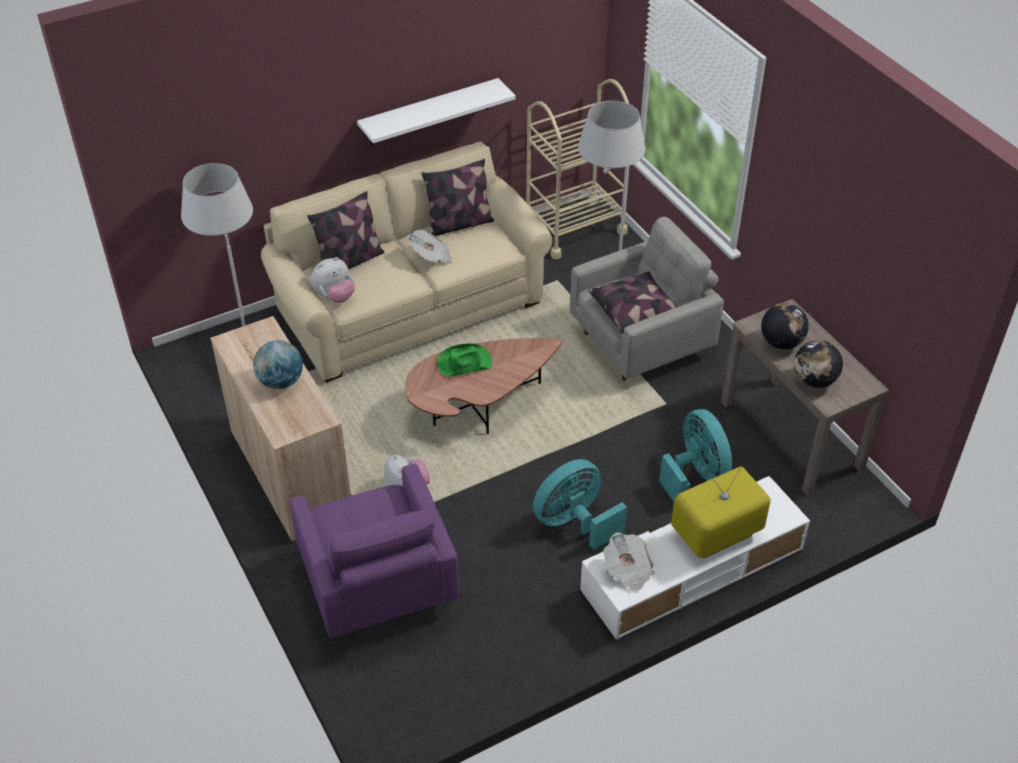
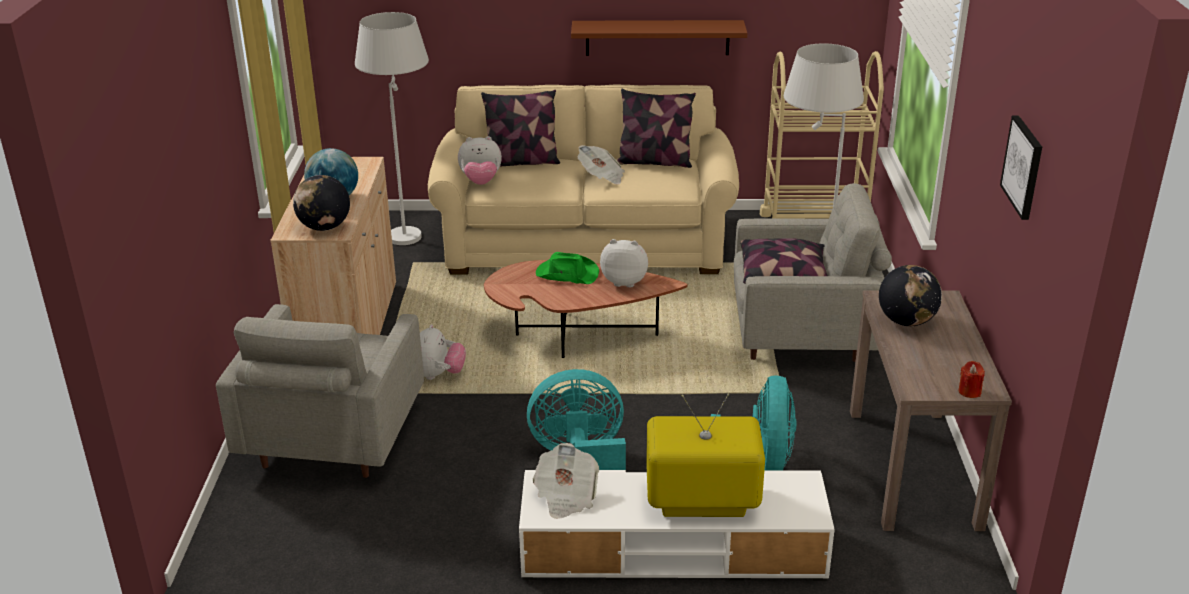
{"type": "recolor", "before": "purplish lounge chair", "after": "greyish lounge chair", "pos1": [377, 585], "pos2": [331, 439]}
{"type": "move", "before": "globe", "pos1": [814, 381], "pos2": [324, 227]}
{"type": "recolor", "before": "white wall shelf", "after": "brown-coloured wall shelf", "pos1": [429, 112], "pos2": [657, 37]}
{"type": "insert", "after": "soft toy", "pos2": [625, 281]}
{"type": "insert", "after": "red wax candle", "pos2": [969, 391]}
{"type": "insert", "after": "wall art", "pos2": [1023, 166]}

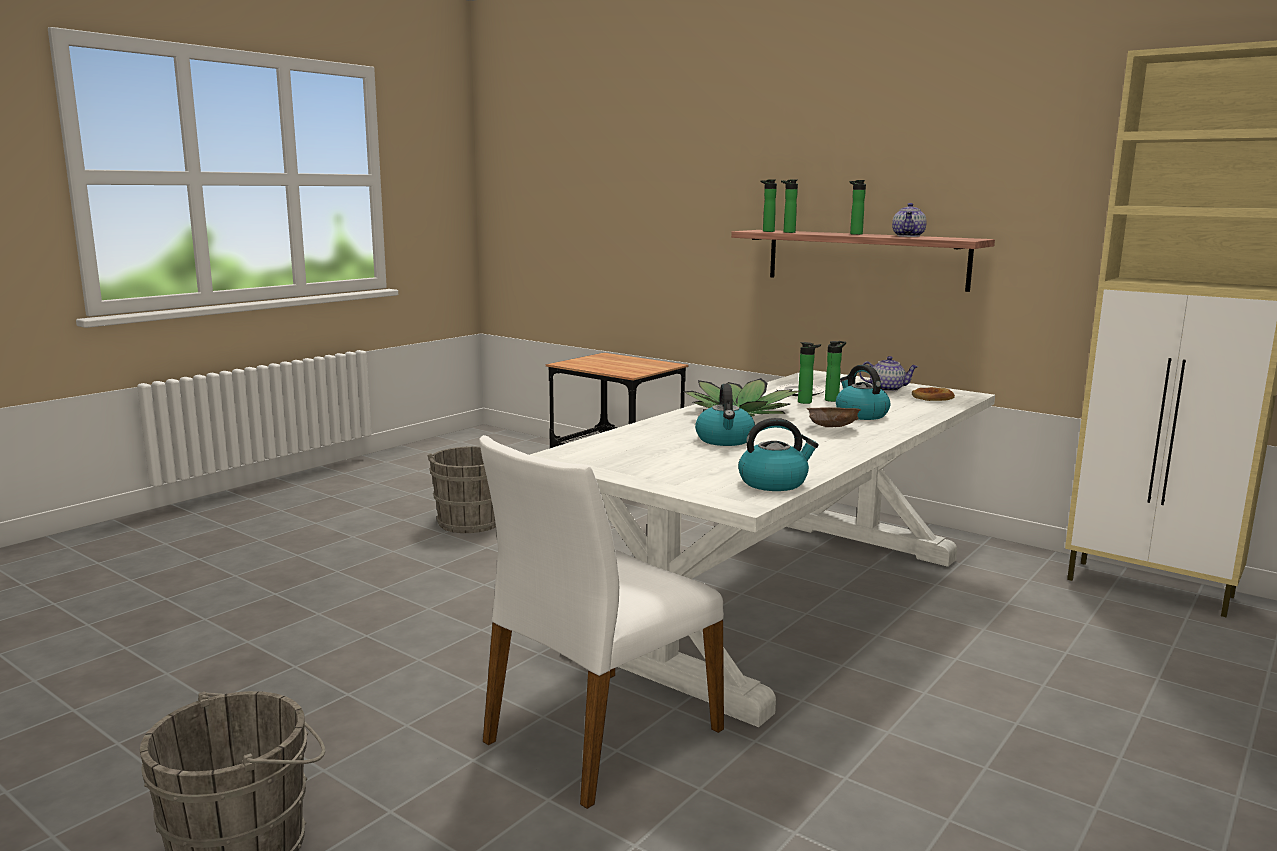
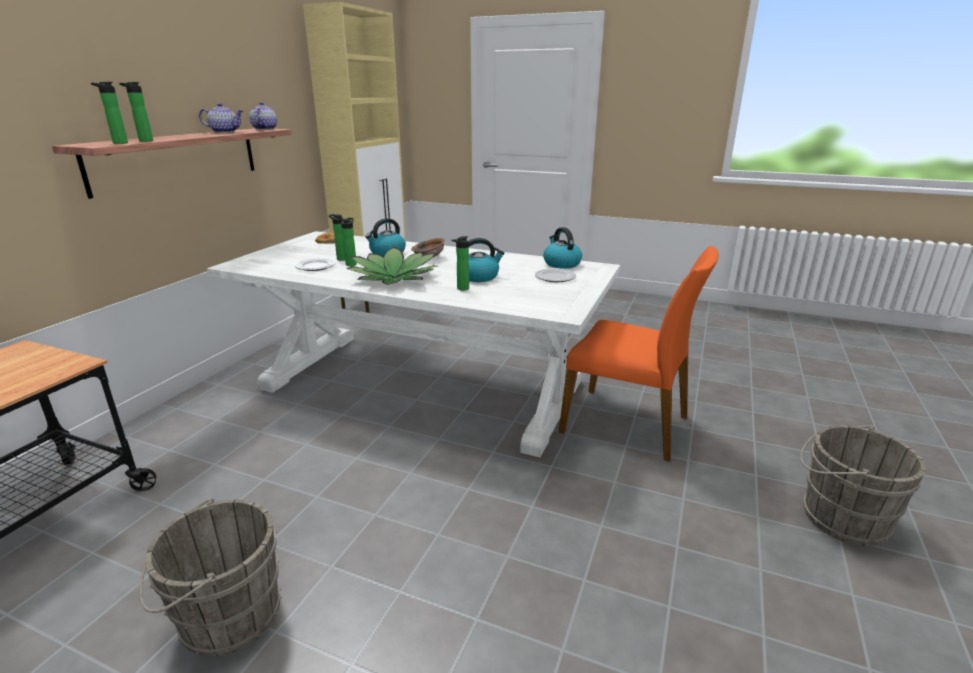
{"type": "move", "before": "teapot", "pos1": [887, 389], "pos2": [264, 129]}
{"type": "move", "before": "drink bottle", "pos1": [854, 234], "pos2": [461, 289]}
{"type": "insert", "after": "plate", "pos2": [554, 278]}
{"type": "recolor", "before": "white upright chair", "after": "orange-coloured upright chair", "pos1": [599, 735], "pos2": [626, 423]}

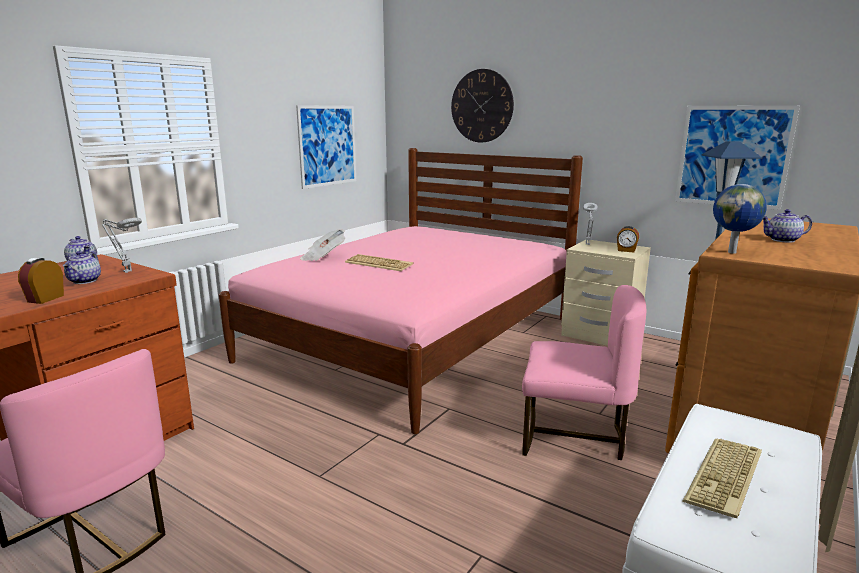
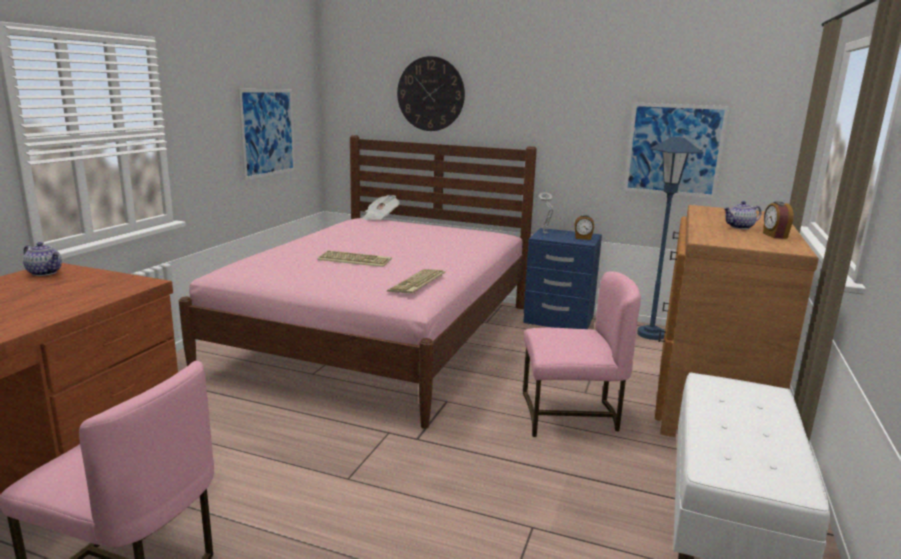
{"type": "move", "before": "newspaper", "pos1": [323, 257], "pos2": [380, 218]}
{"type": "move", "before": "computer keyboard", "pos1": [726, 478], "pos2": [418, 283]}
{"type": "recolor", "before": "beige-coloured night table", "after": "blue-coloured night table", "pos1": [600, 335], "pos2": [558, 320]}
{"type": "move", "before": "bedside clock", "pos1": [45, 299], "pos2": [774, 235]}
{"type": "delete", "before": "teapot", "pos1": [85, 281]}
{"type": "delete", "before": "greyish table lamp", "pos1": [126, 271]}
{"type": "delete", "before": "globe", "pos1": [732, 252]}

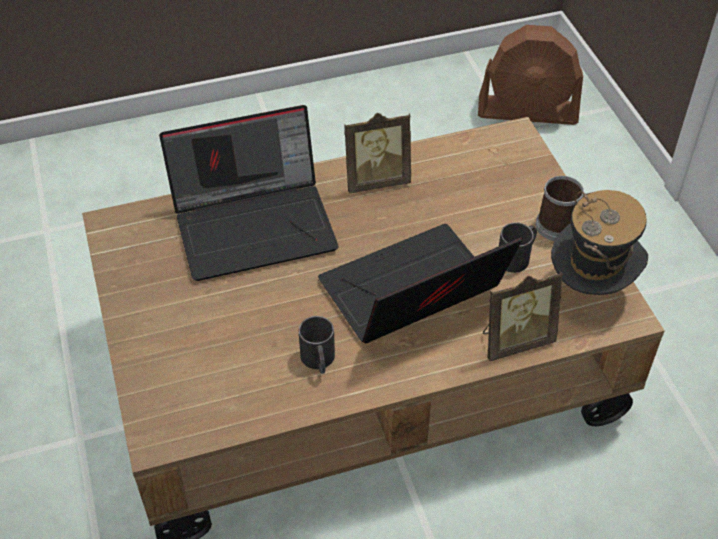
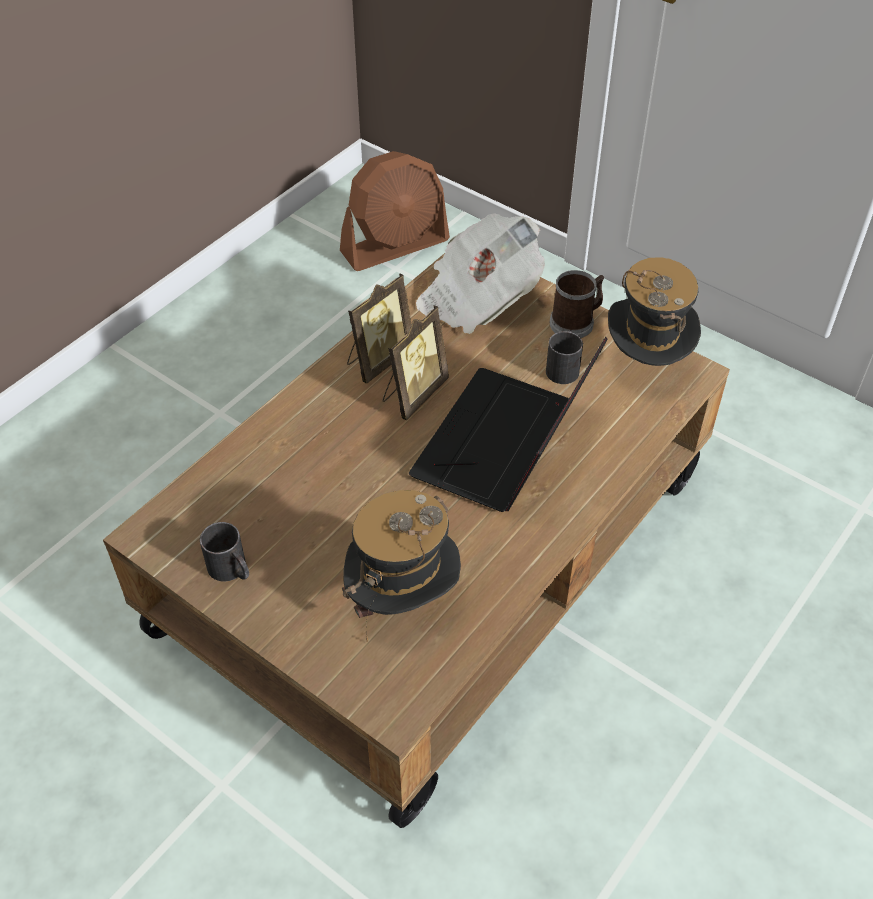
{"type": "move", "before": "blackish mug", "pos1": [319, 361], "pos2": [232, 570]}
{"type": "insert", "after": "wearable hat", "pos2": [403, 601]}
{"type": "move", "before": "standing frame", "pos1": [514, 340], "pos2": [413, 394]}
{"type": "insert", "after": "newspaper", "pos2": [477, 298]}
{"type": "delete", "before": "laptop", "pos1": [256, 224]}

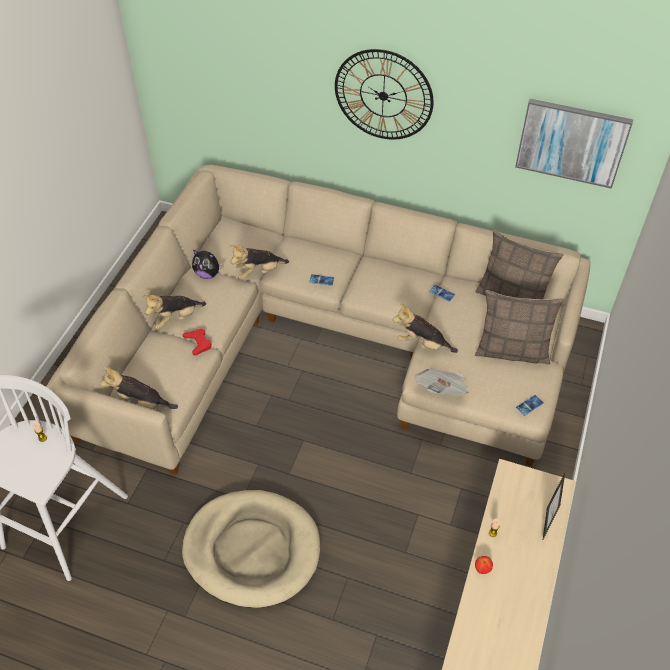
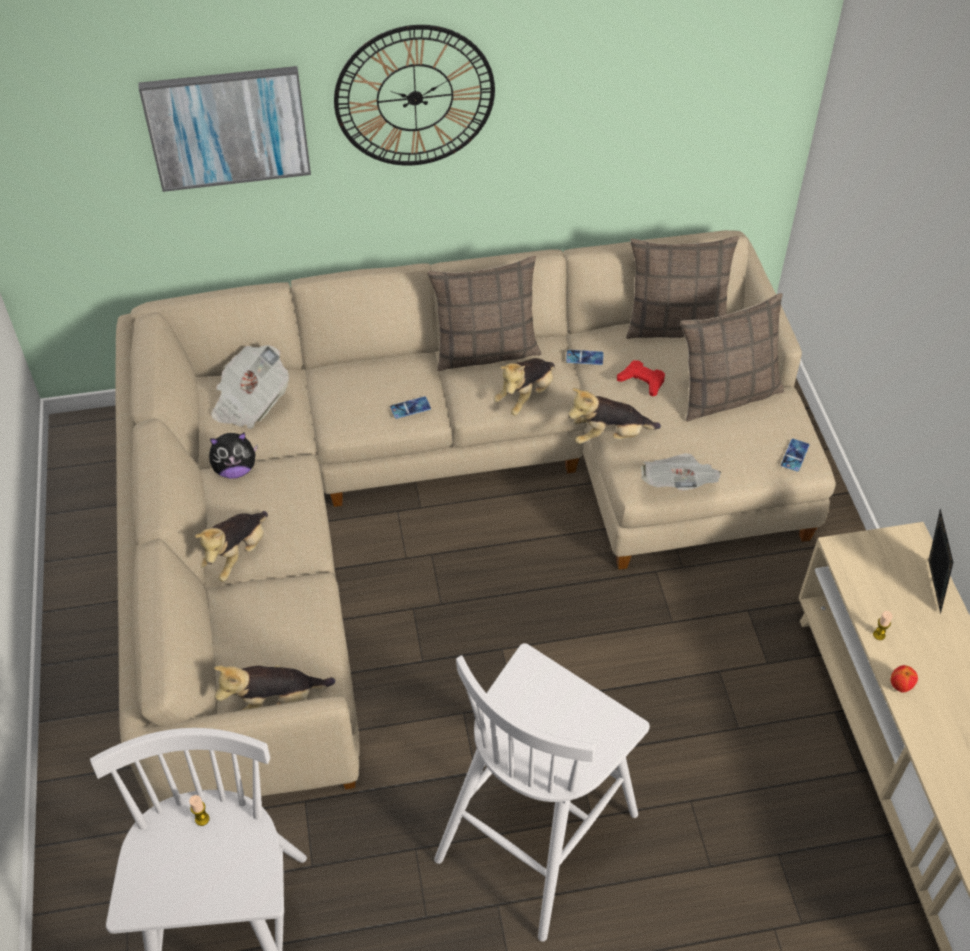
{"type": "move", "before": "wall art", "pos1": [572, 142], "pos2": [227, 127]}
{"type": "insert", "after": "newspaper", "pos2": [250, 402]}
{"type": "insert", "after": "throw pillow", "pos2": [486, 351]}
{"type": "replace", "before": "beige-coloured pet bed", "after": "white sitting stool", "pos1": [252, 550], "pos2": [539, 833]}
{"type": "move", "before": "soft toy", "pos1": [259, 272], "pos2": [526, 396]}
{"type": "move", "before": "red game controller", "pos1": [198, 343], "pos2": [642, 381]}

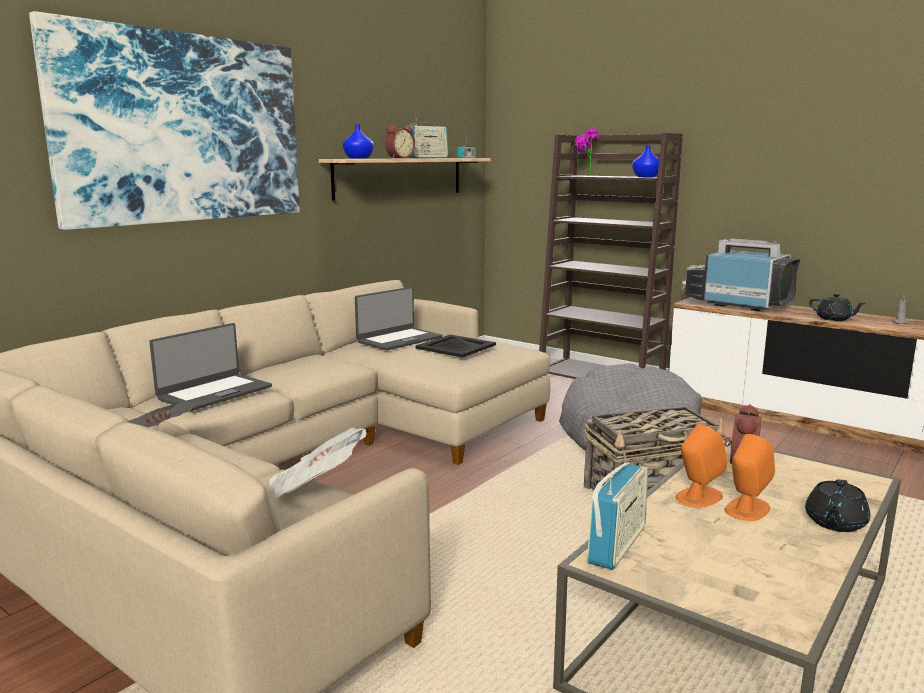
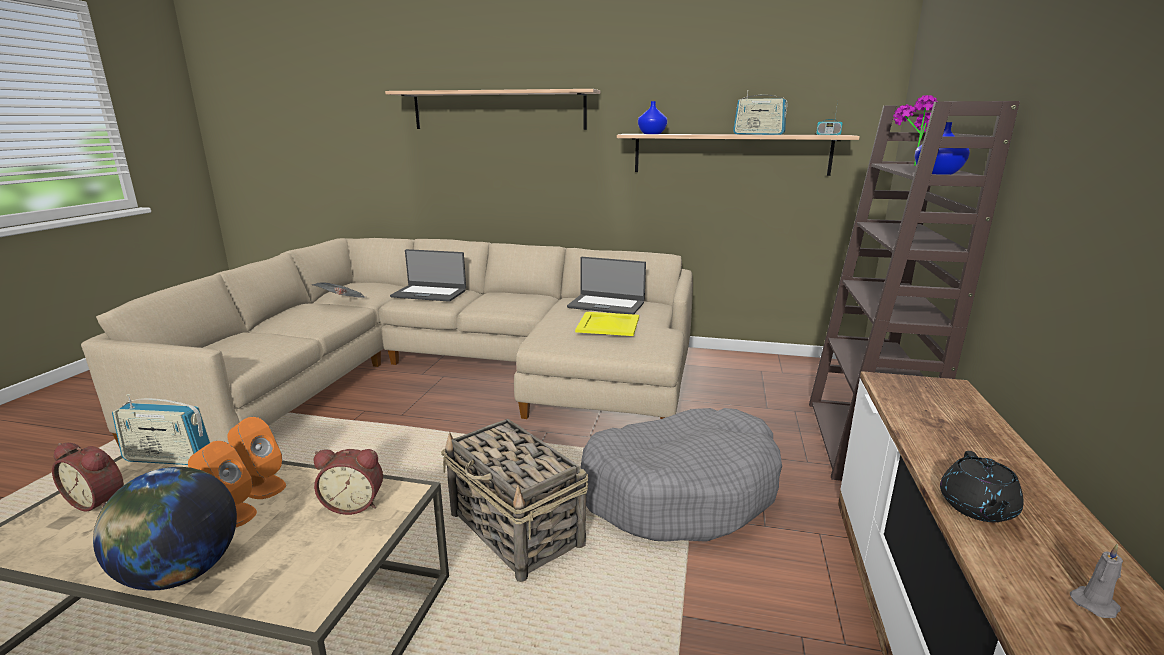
{"type": "move", "before": "bedside clock", "pos1": [399, 158], "pos2": [100, 500]}
{"type": "replace", "before": "blackish teapot", "after": "globe", "pos1": [834, 523], "pos2": [181, 573]}
{"type": "replace", "before": "wall art", "after": "wall shelf", "pos1": [183, 129], "pos2": [498, 110]}
{"type": "recolor", "before": "blackish serving tray", "after": "yellowish serving tray", "pos1": [455, 346], "pos2": [607, 324]}
{"type": "delete", "before": "newspaper", "pos1": [316, 486]}
{"type": "delete", "before": "TV", "pos1": [737, 304]}

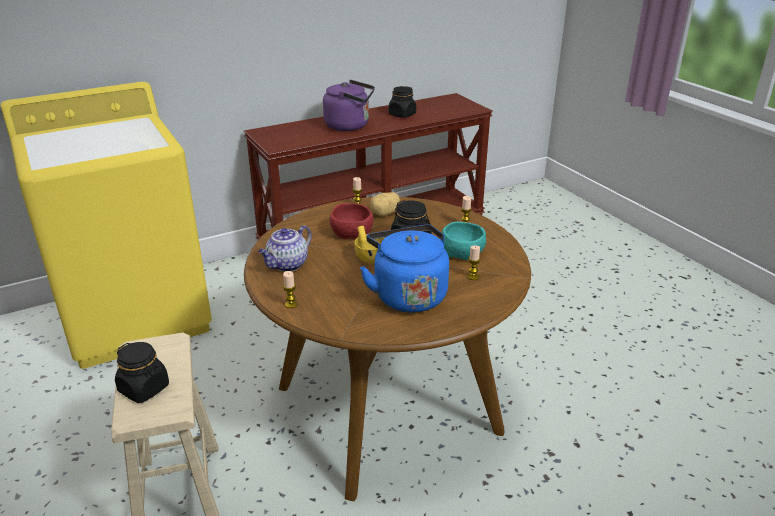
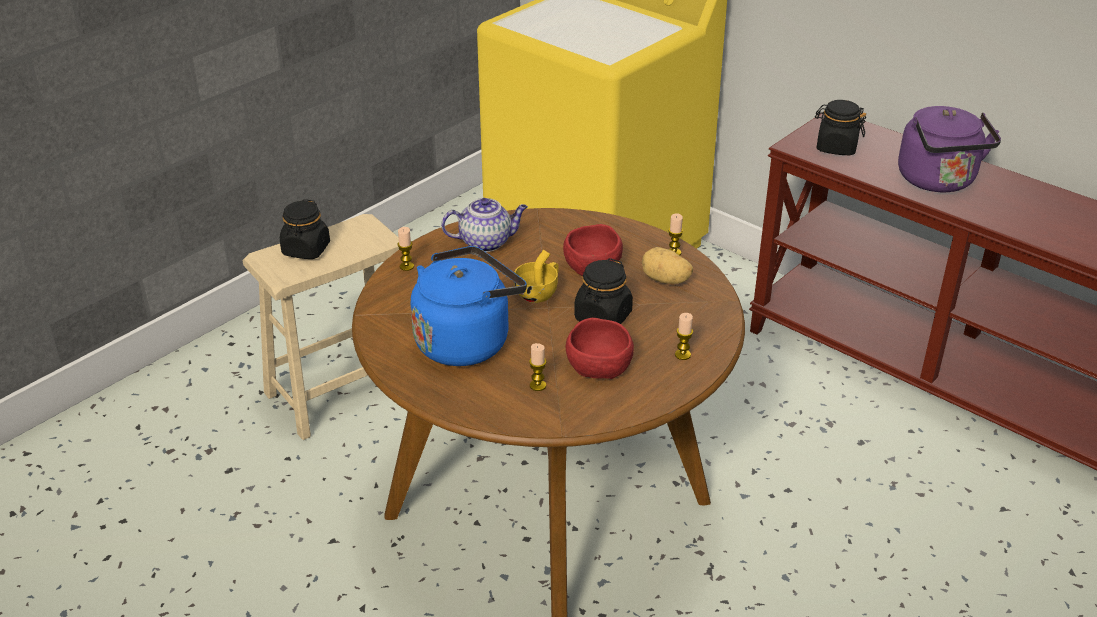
{"type": "rotate", "before": "teapot", "pos1": [287, 265], "pos2": [486, 242], "turn": 150}
{"type": "recolor", "before": "turquoise bowl", "after": "red bowl", "pos1": [463, 252], "pos2": [600, 367]}
{"type": "move", "before": "blackish storage jar", "pos1": [402, 115], "pos2": [836, 147]}

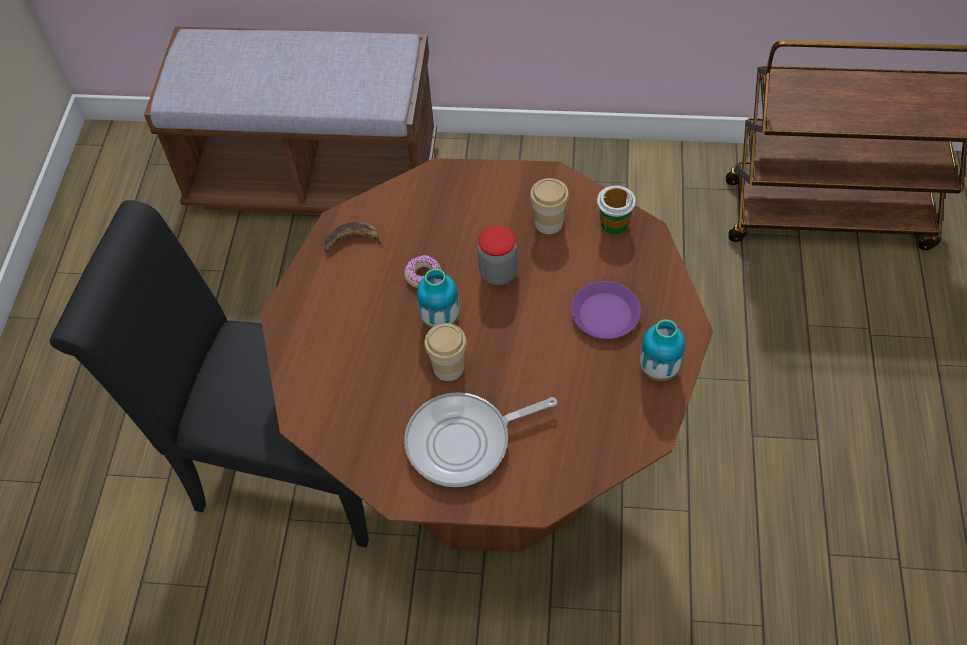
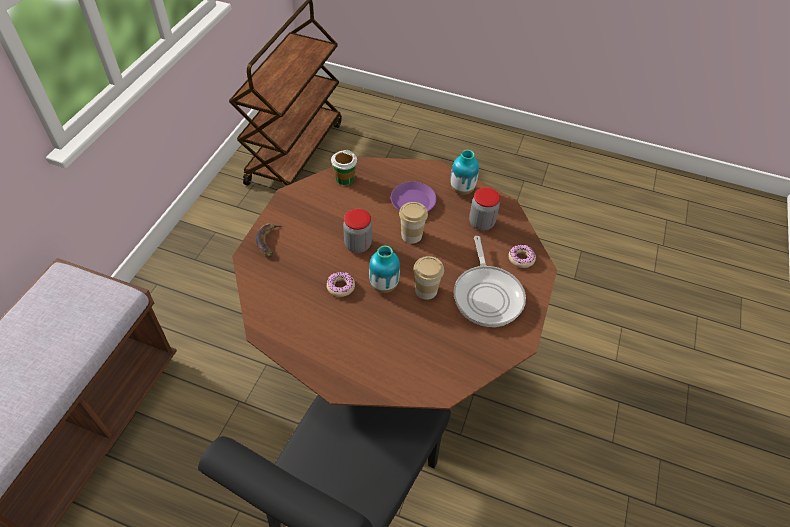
{"type": "move", "before": "banana", "pos1": [351, 241], "pos2": [269, 241]}
{"type": "move", "before": "drinking cup", "pos1": [548, 223], "pos2": [411, 235]}
{"type": "insert", "after": "storage jar", "pos2": [481, 223]}
{"type": "insert", "after": "ring doughnut", "pos2": [521, 259]}

